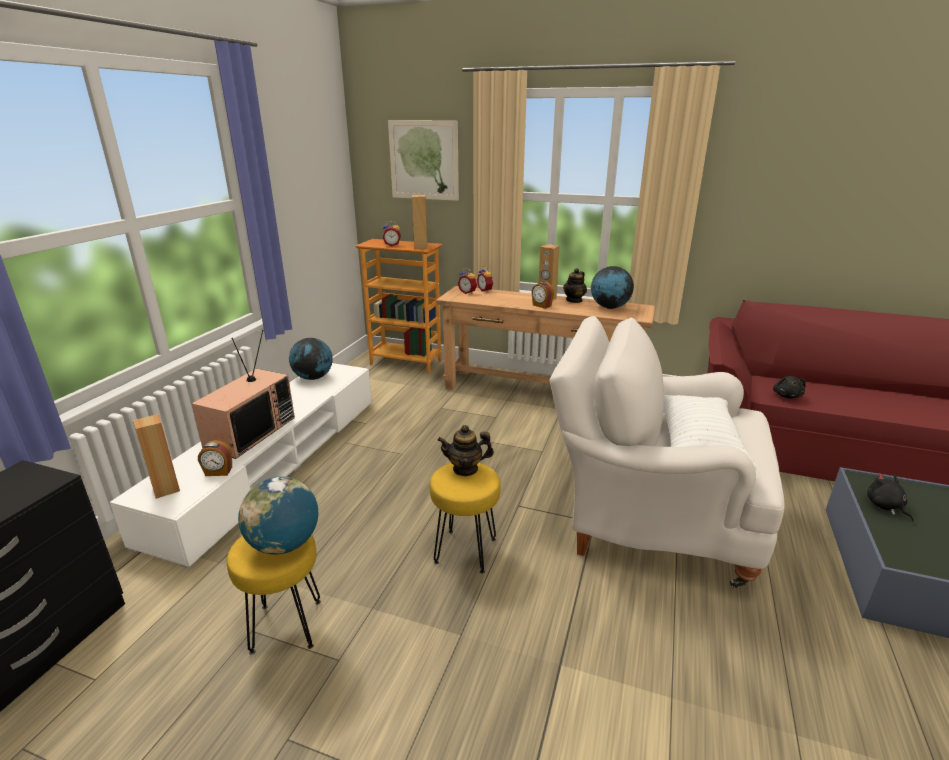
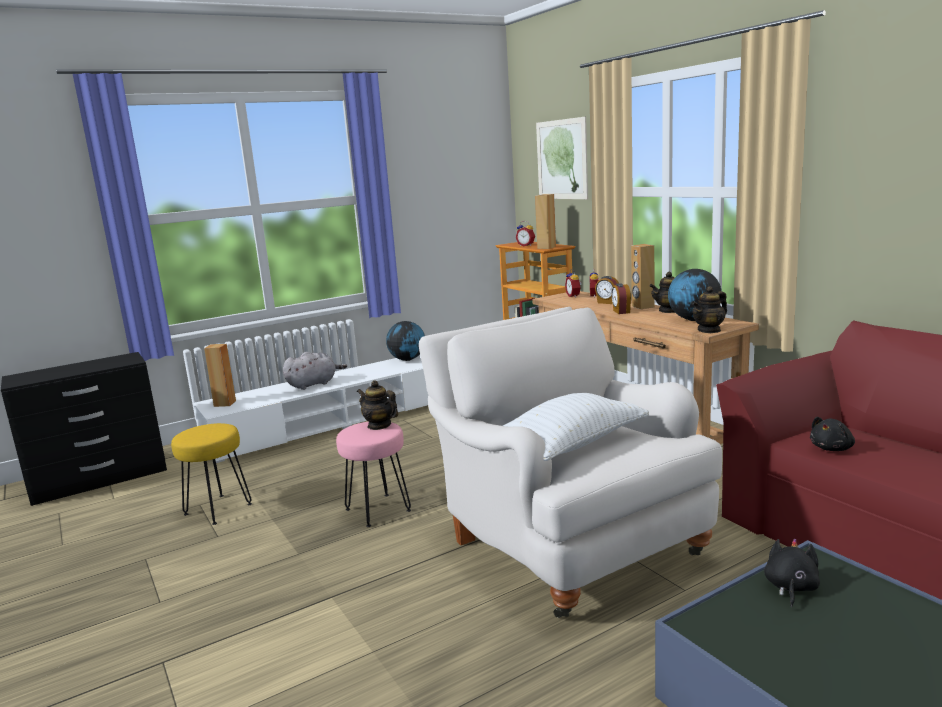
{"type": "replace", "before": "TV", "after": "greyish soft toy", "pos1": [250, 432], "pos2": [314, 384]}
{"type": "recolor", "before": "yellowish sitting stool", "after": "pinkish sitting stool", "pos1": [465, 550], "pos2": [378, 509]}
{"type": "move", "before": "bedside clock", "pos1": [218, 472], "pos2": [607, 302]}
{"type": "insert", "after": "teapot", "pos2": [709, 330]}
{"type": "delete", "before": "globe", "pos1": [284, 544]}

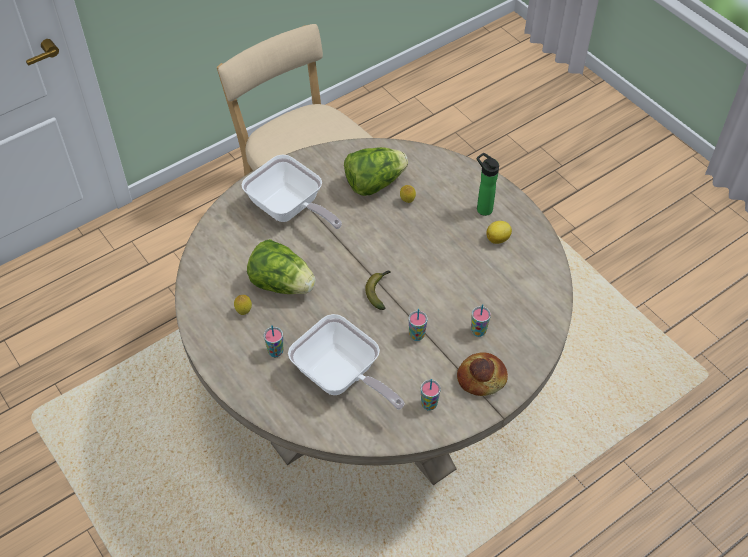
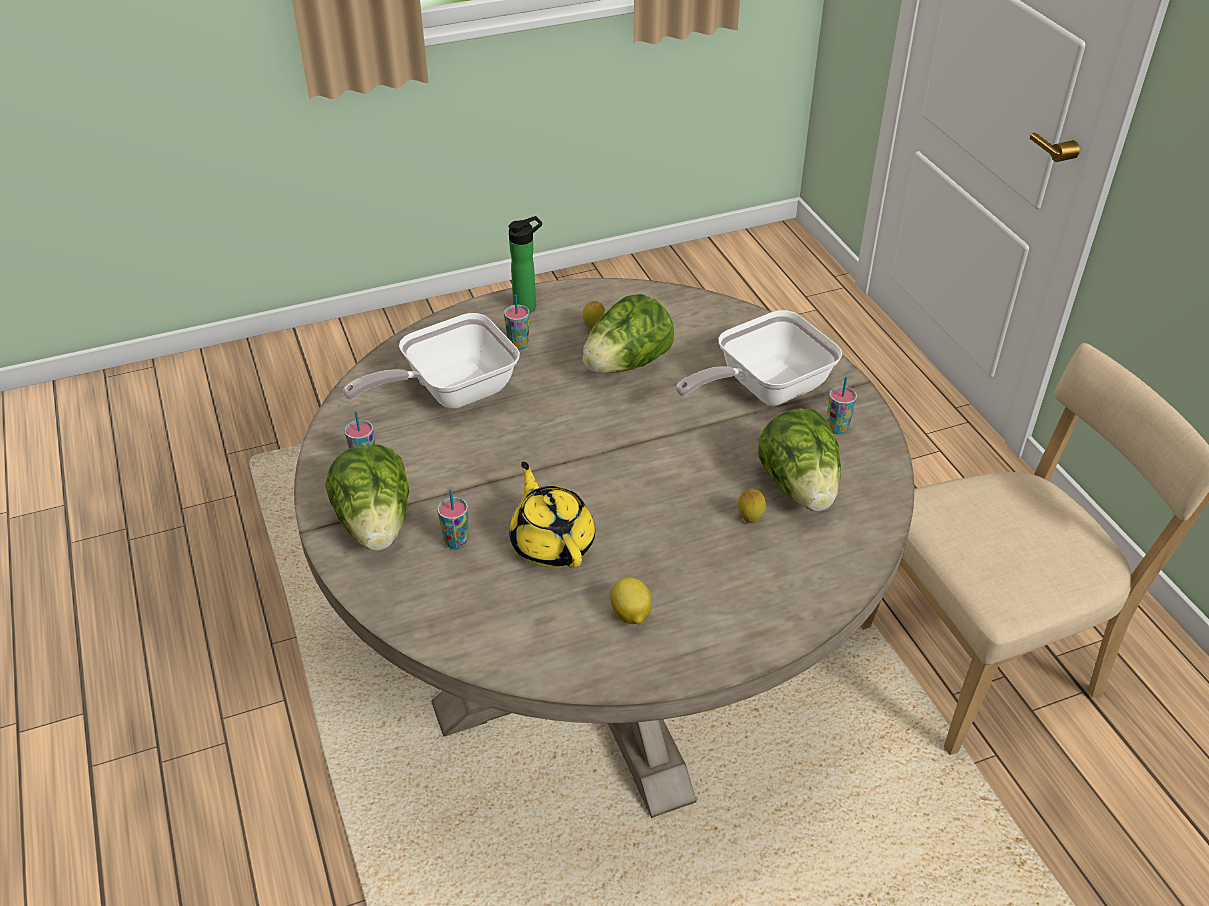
{"type": "replace", "before": "bread", "after": "head of lettuce", "pos1": [481, 377], "pos2": [376, 525]}
{"type": "move", "before": "drink bottle", "pos1": [482, 208], "pos2": [528, 306]}
{"type": "insert", "after": "yellowish teapot", "pos2": [552, 542]}
{"type": "move", "before": "drinking cup", "pos1": [416, 335], "pos2": [837, 428]}
{"type": "delete", "before": "banana", "pos1": [379, 291]}

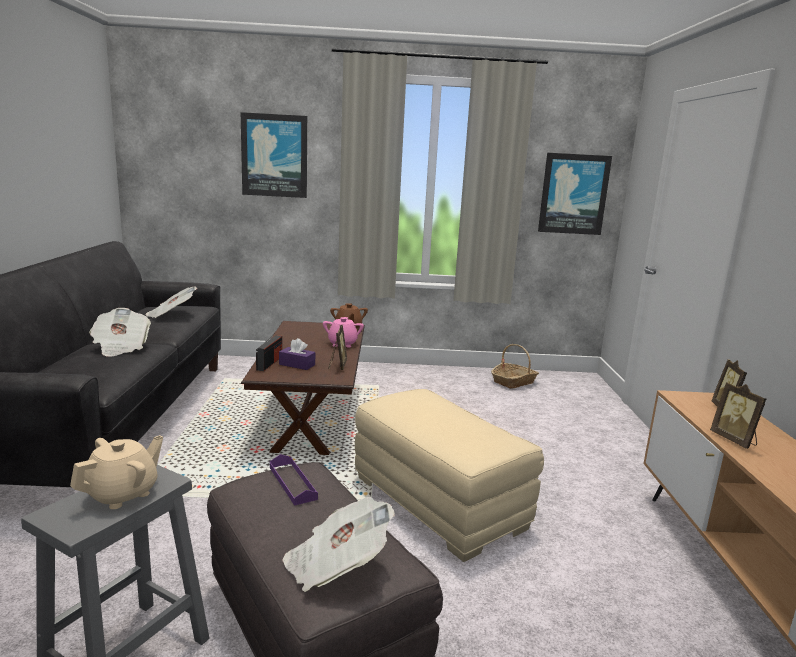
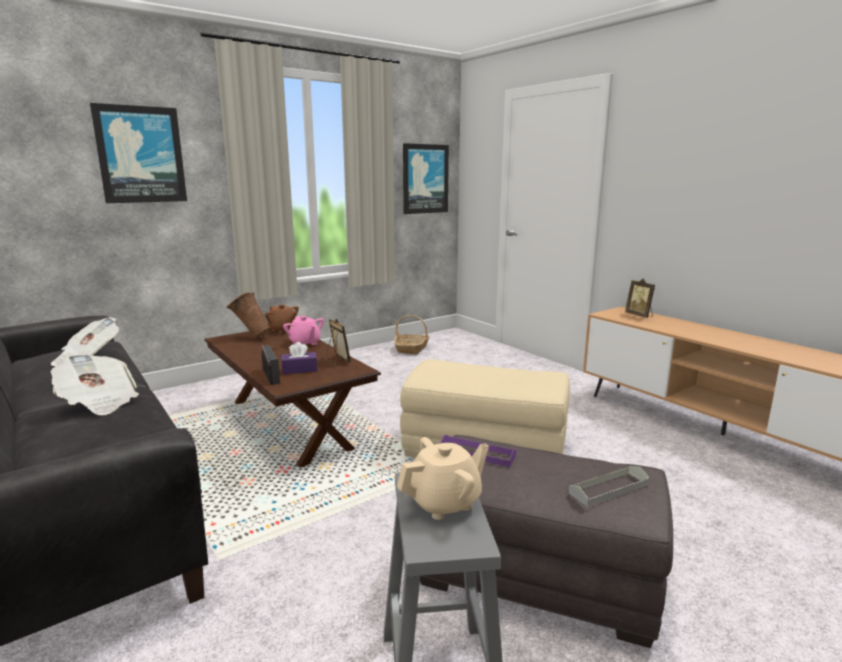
{"type": "insert", "after": "brown-coloured flower vase", "pos2": [250, 337]}
{"type": "rotate", "before": "beige-coloured teapot", "pos1": [123, 494], "pos2": [445, 502], "turn": 60}
{"type": "replace", "before": "newspaper", "after": "greyish serving tray", "pos1": [336, 565], "pos2": [609, 489]}
{"type": "delete", "before": "standing frame", "pos1": [734, 440]}

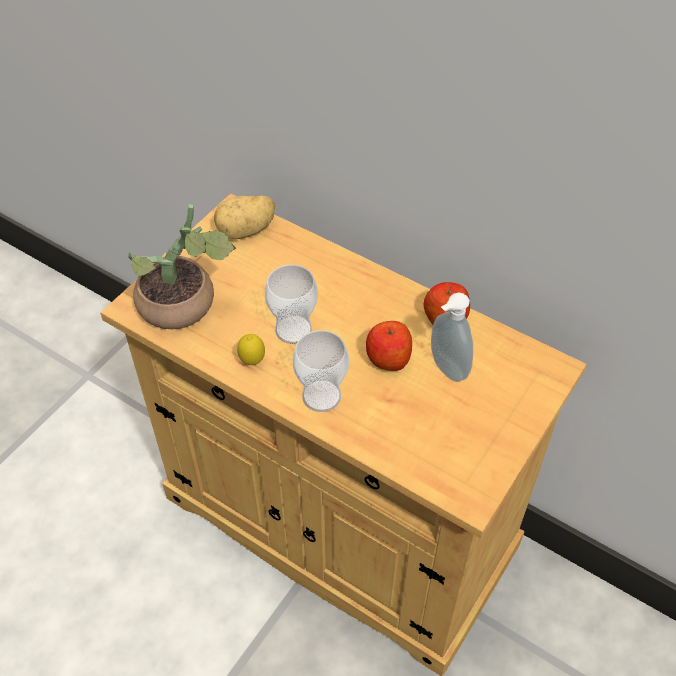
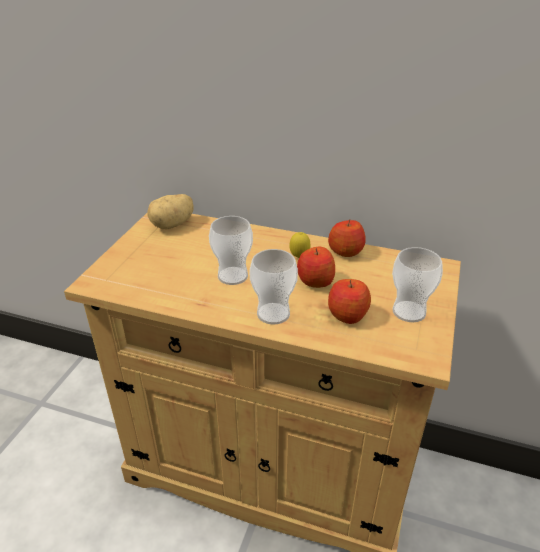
{"type": "move", "before": "whole lemon", "pos1": [252, 361], "pos2": [299, 257]}
{"type": "insert", "after": "apple fruit", "pos2": [347, 314]}
{"type": "insert", "after": "drinking cup", "pos2": [409, 311]}
{"type": "delete", "before": "potted plant", "pos1": [185, 307]}
{"type": "delete", "before": "soap dispenser", "pos1": [445, 369]}

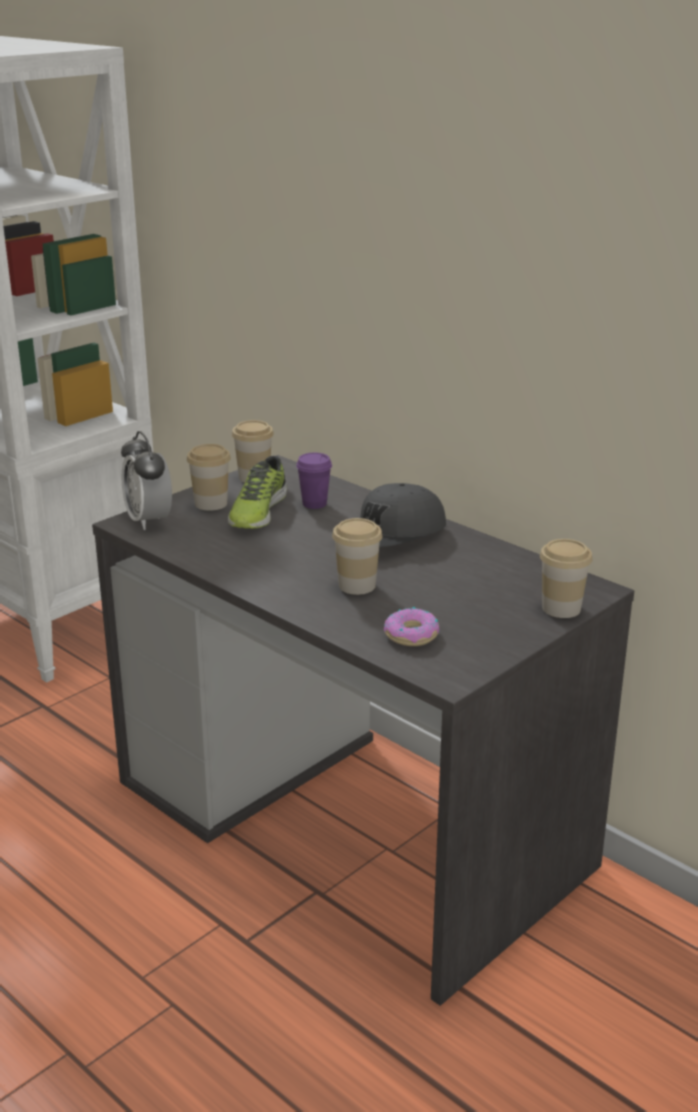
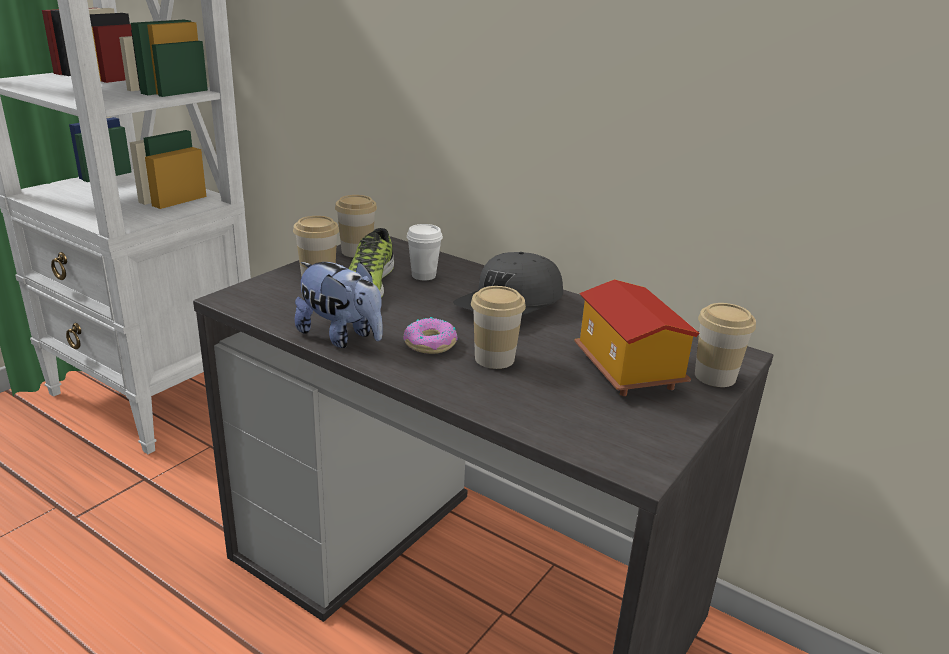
{"type": "insert", "after": "soft toy", "pos2": [341, 337]}
{"type": "move", "before": "ring doughnut", "pos1": [412, 635], "pos2": [431, 344]}
{"type": "recolor", "before": "purplish drinking cup", "after": "white drinking cup", "pos1": [314, 504], "pos2": [423, 275]}
{"type": "insert", "after": "miniature house", "pos2": [626, 370]}
{"type": "delete", "before": "bedside clock", "pos1": [149, 520]}

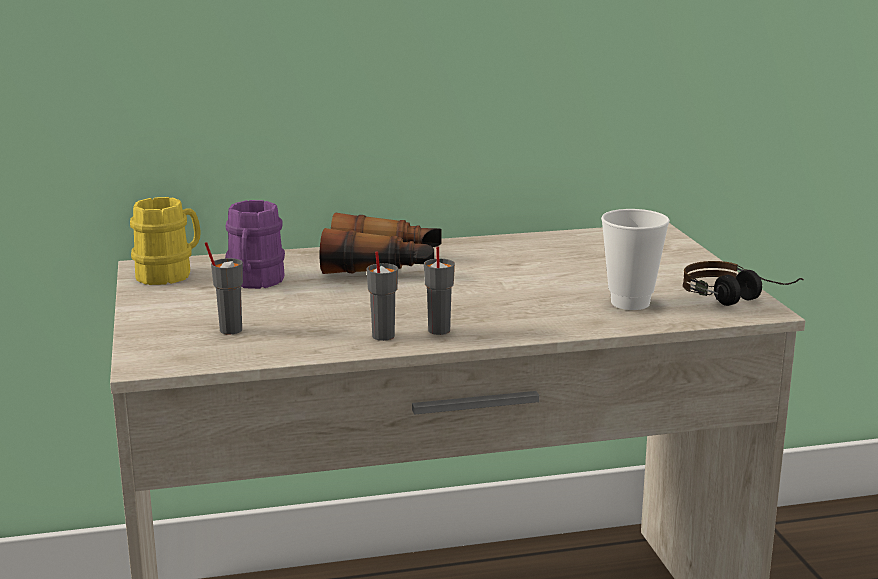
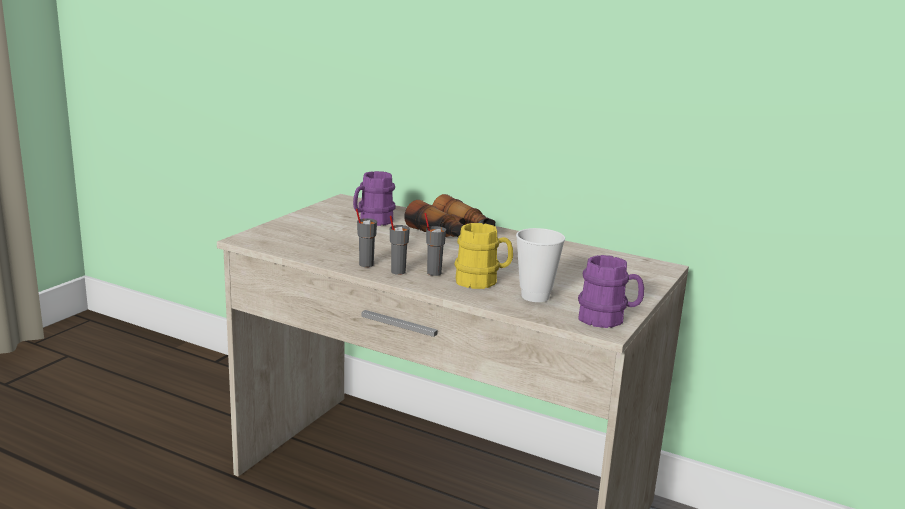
{"type": "move", "before": "greyish drinking cup", "pos1": [230, 330], "pos2": [433, 273]}
{"type": "move", "before": "yellowish mug", "pos1": [170, 273], "pos2": [482, 281]}
{"type": "replace", "before": "pair of headphones", "after": "purplish mug", "pos1": [738, 300], "pos2": [608, 319]}

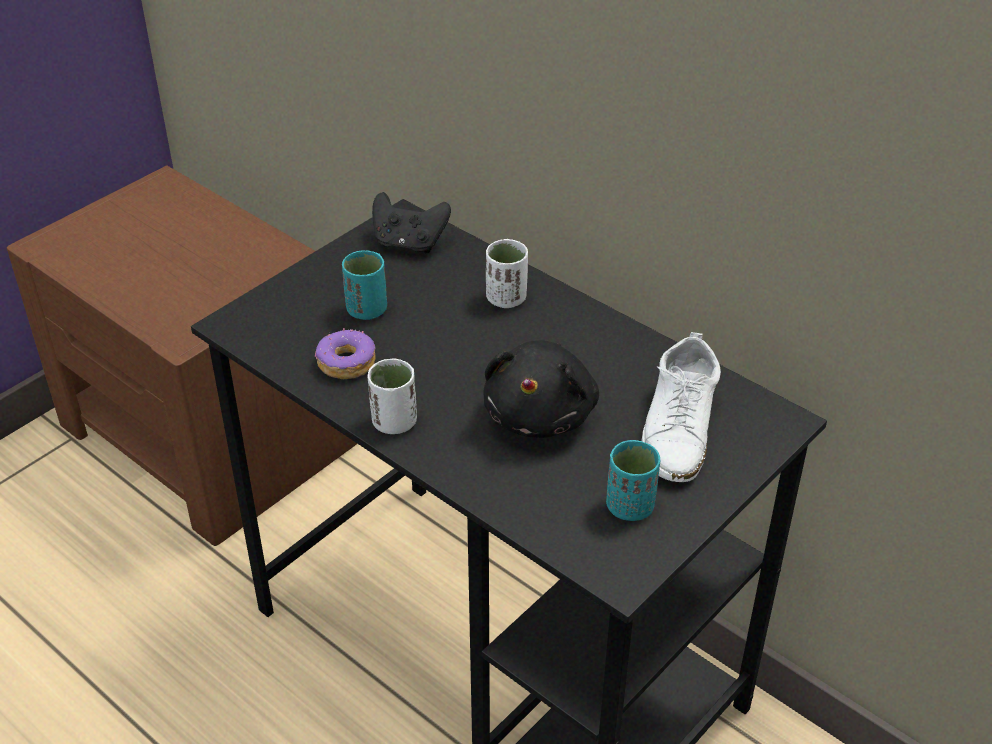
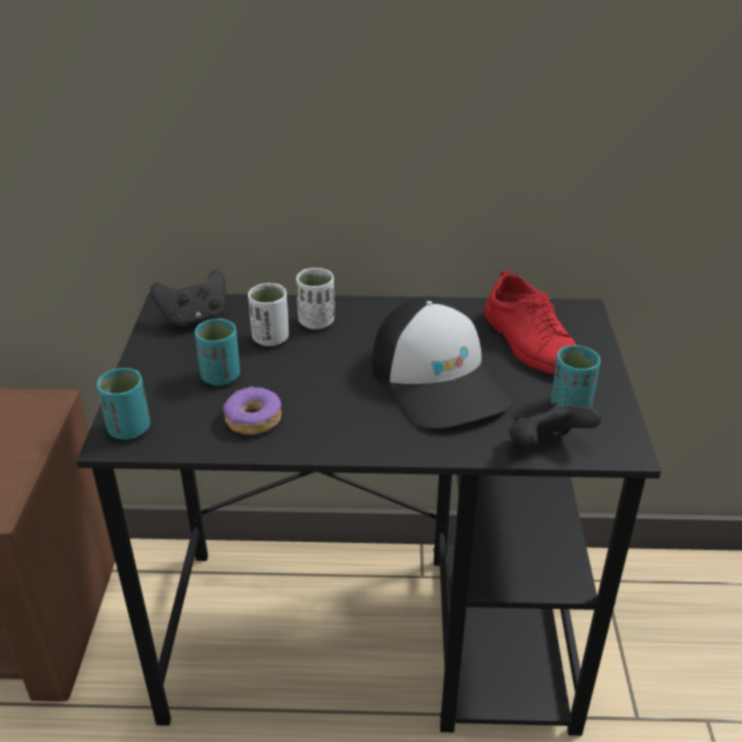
{"type": "insert", "after": "turquoise drinking cup", "pos2": [129, 429]}
{"type": "move", "before": "white drinking cup", "pos1": [394, 422], "pos2": [270, 338]}
{"type": "replace", "before": "blackish soft toy", "after": "cap", "pos1": [541, 414], "pos2": [439, 380]}
{"type": "recolor", "before": "white low shoe", "after": "red low shoe", "pos1": [679, 426], "pos2": [531, 343]}
{"type": "insert", "after": "blackish game controller", "pos2": [545, 447]}

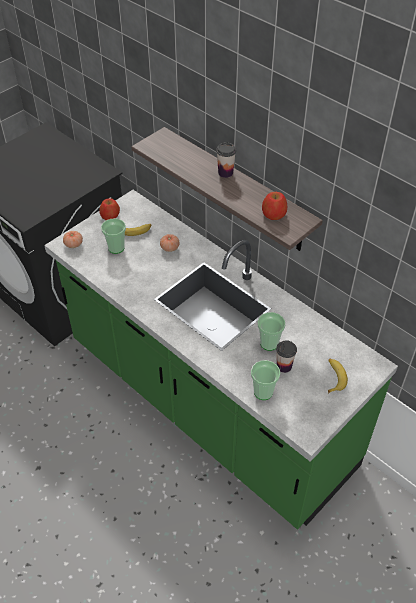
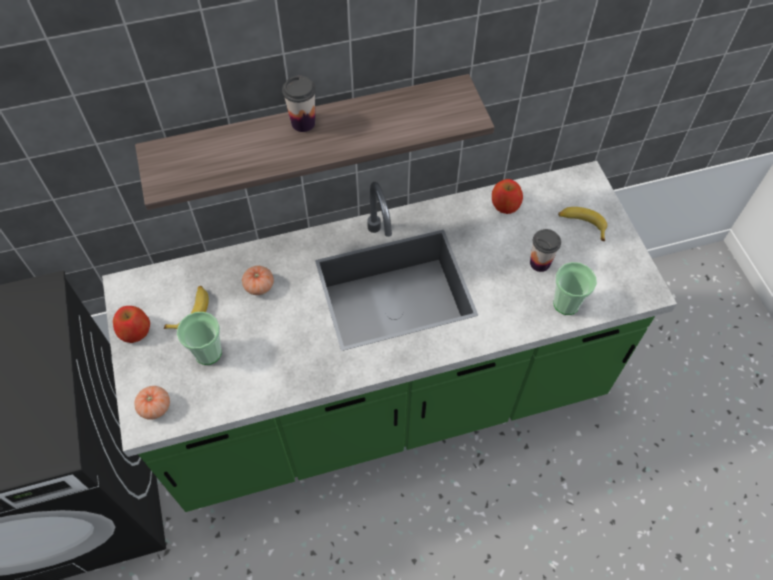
{"type": "move", "before": "apple fruit", "pos1": [274, 214], "pos2": [505, 204]}
{"type": "delete", "before": "drinking cup", "pos1": [269, 343]}

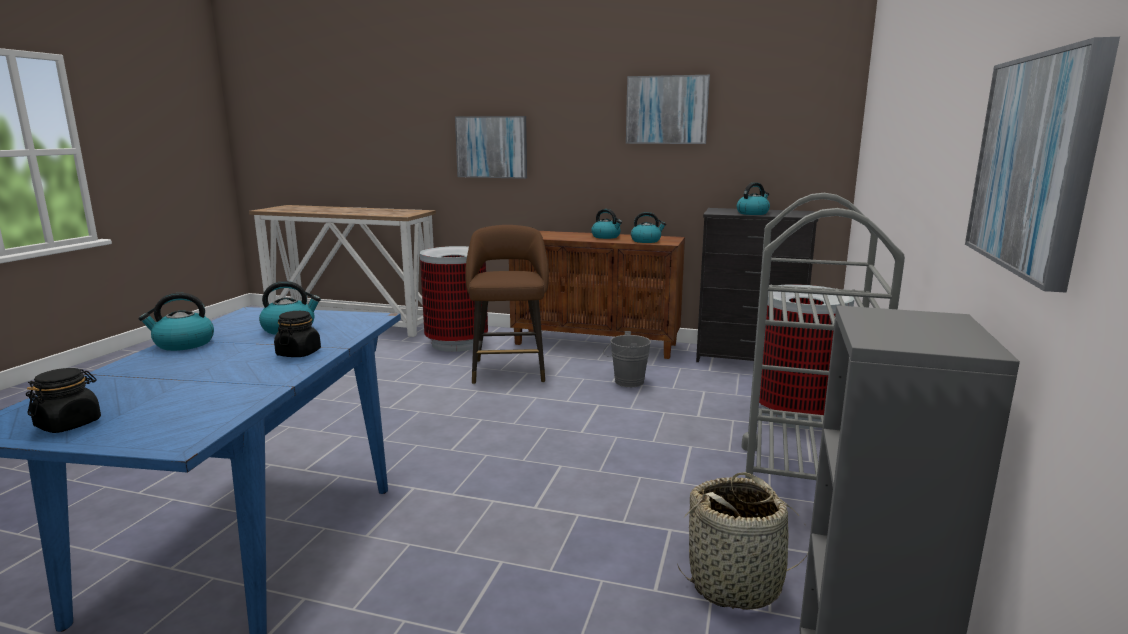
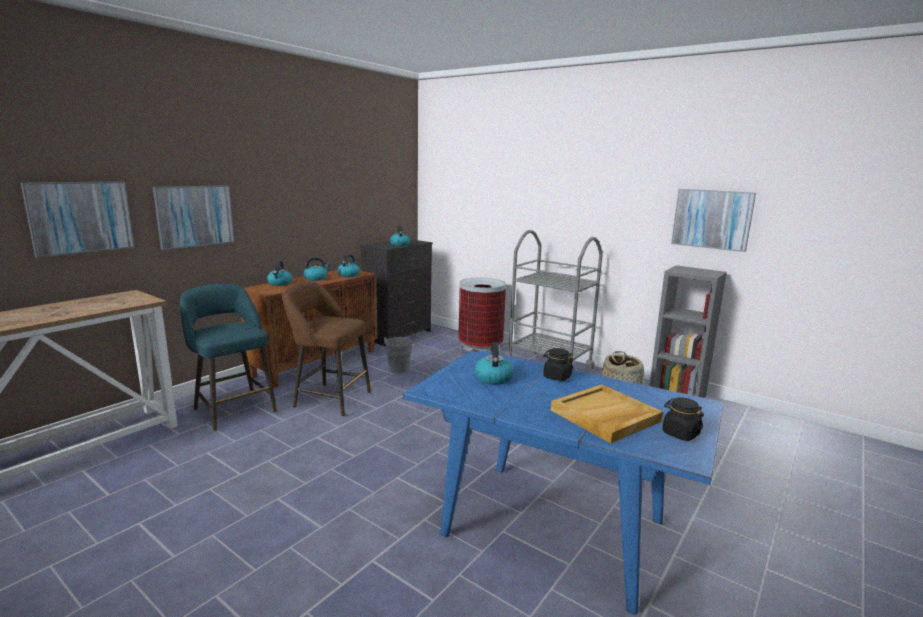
{"type": "move", "before": "wall art", "pos1": [667, 110], "pos2": [80, 217]}
{"type": "replace", "before": "rubbish bin", "after": "turquoise sitting stool", "pos1": [457, 343], "pos2": [233, 409]}
{"type": "move", "before": "tea kettle", "pos1": [183, 344], "pos2": [280, 283]}
{"type": "insert", "after": "beige-coloured serving tray", "pos2": [605, 416]}

